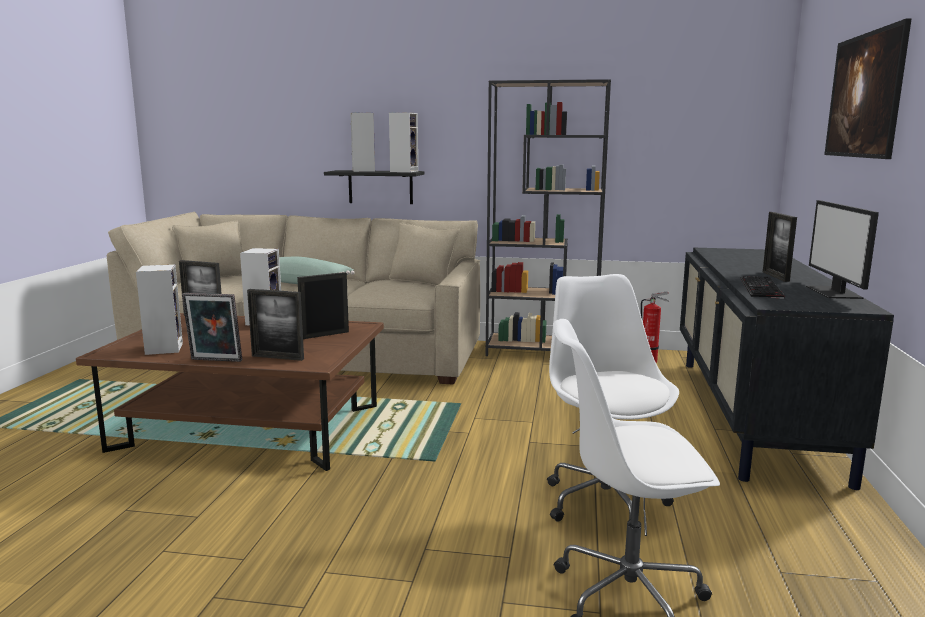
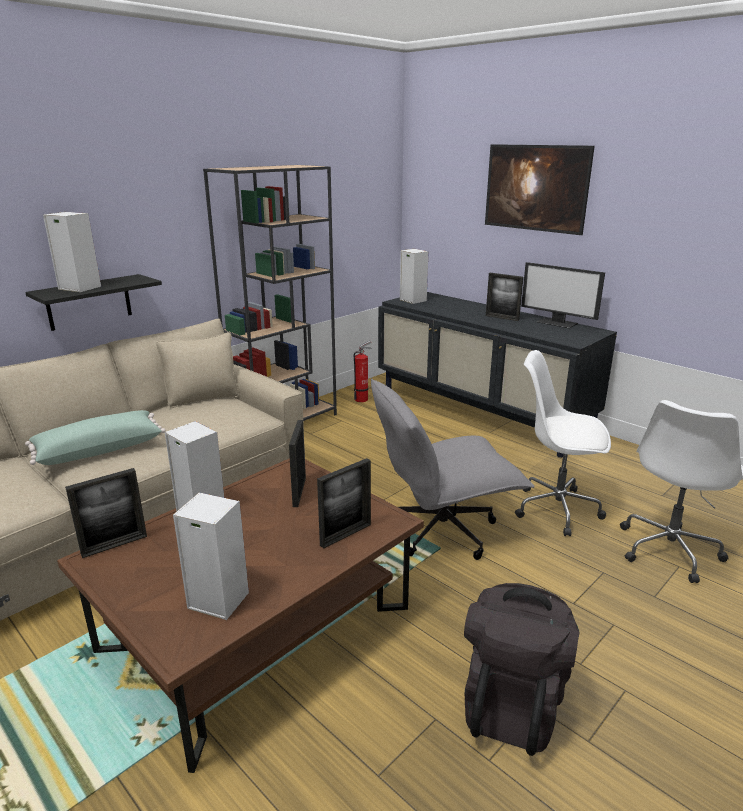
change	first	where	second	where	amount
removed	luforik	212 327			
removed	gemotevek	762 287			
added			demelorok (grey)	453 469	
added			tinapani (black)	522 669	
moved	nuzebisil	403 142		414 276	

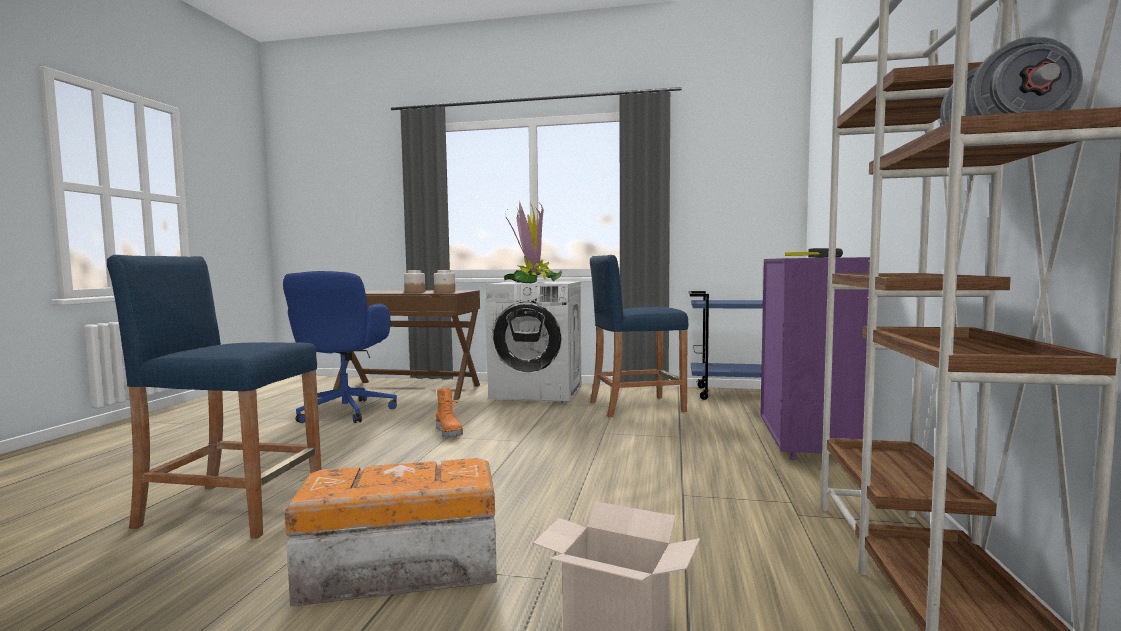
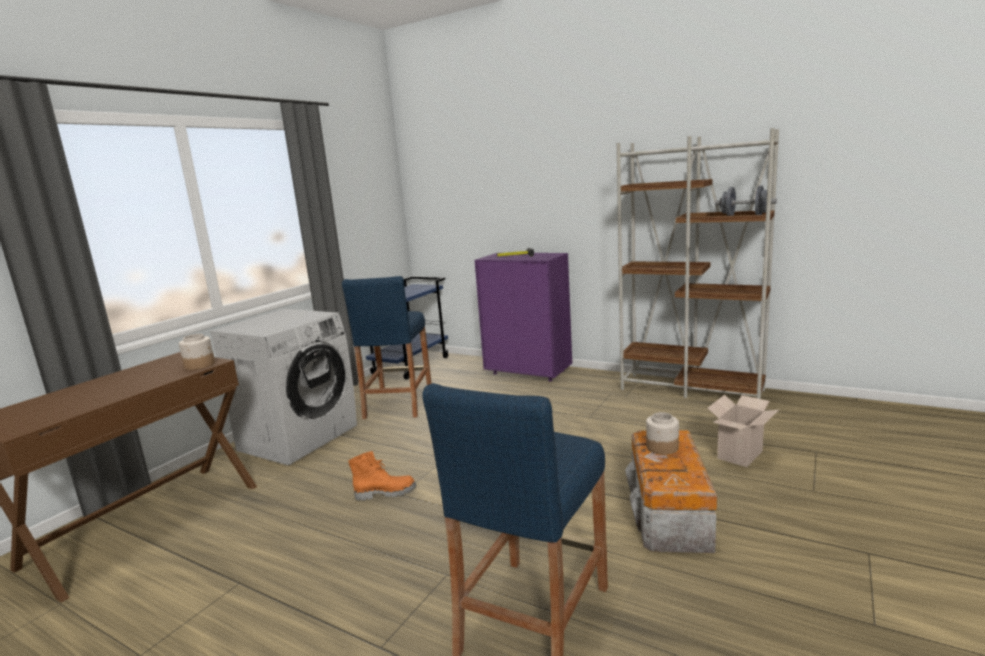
change	first	where	second	where	amount
removed	demelorok (blue)	340 347			
removed	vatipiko	533 242			
moved	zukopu	414 281		662 433	

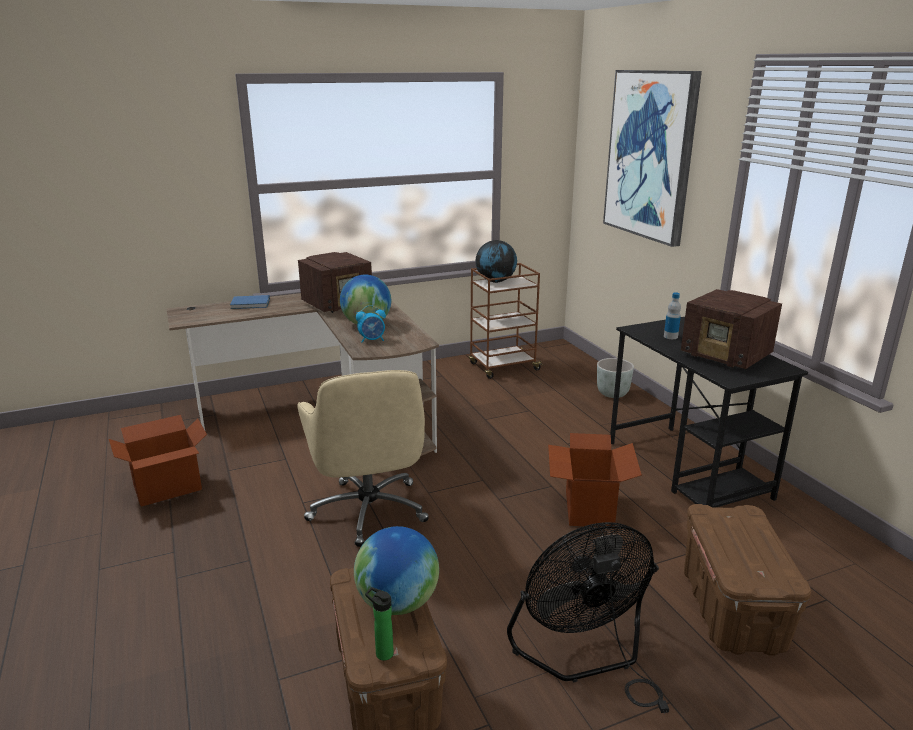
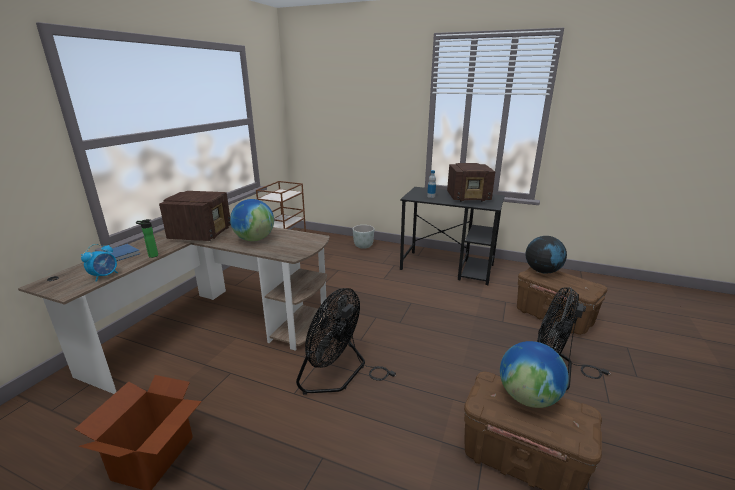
change	first	where	second	where	amount
removed	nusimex	595 480			
removed	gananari	652 158			
moved	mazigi	371 324		99 263	
moved	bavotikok	379 624		147 238	
moved	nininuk	496 261		546 254	
replaced	demelorok (beige)	363 458	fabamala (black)	346 341	

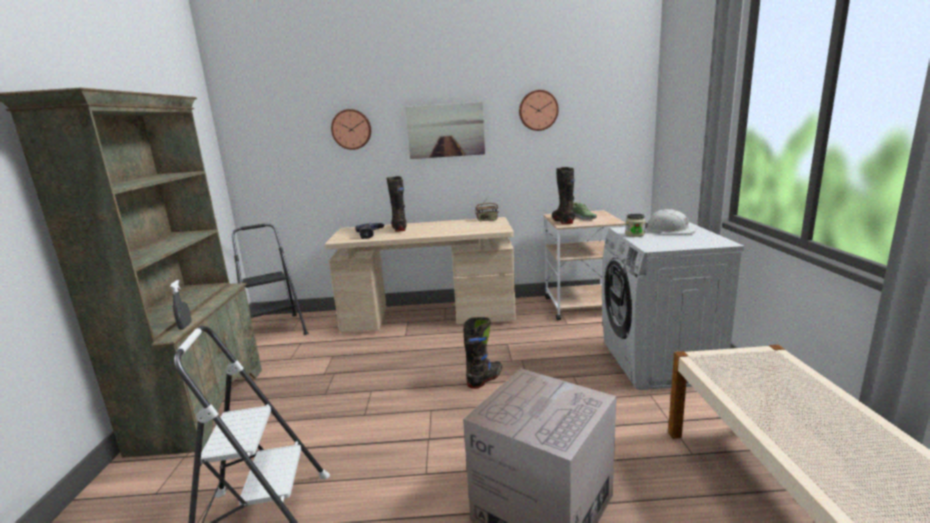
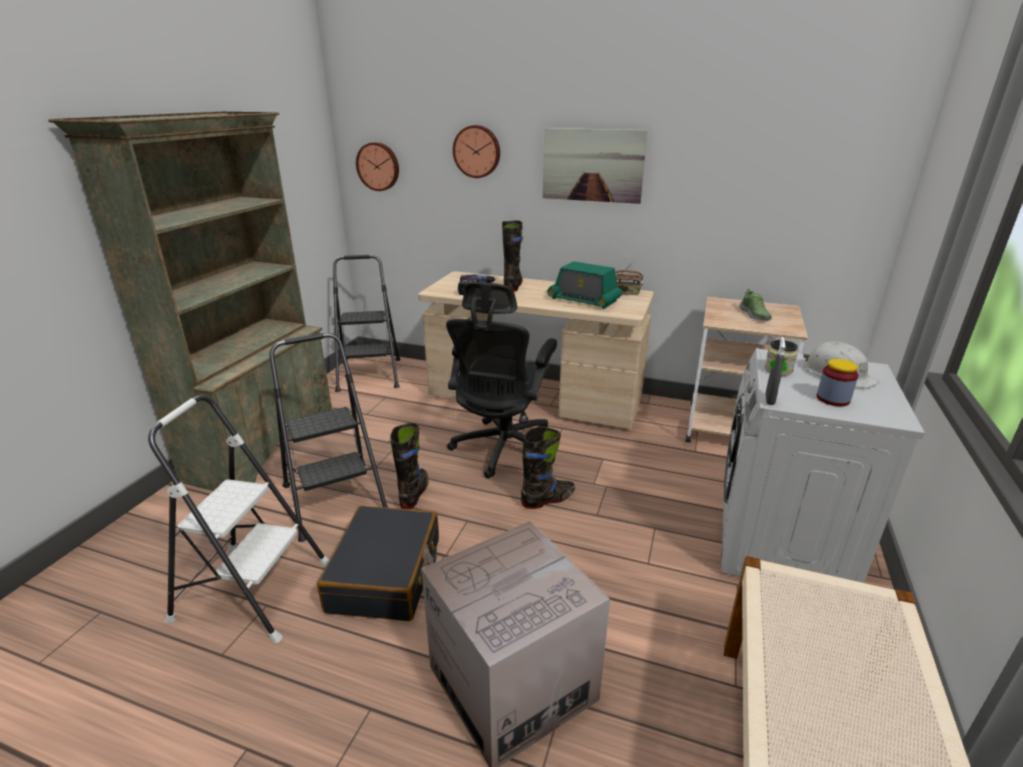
change	first	where	second	where	amount
added			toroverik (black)	328 437	
added			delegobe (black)	378 563	
added			demelorok	501 380	
added			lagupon	584 285	
added			zukopu	837 382	
moved	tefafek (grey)	181 305		775 371	
moved	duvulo	539 110		377 166	
moved	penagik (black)	563 195		409 466	

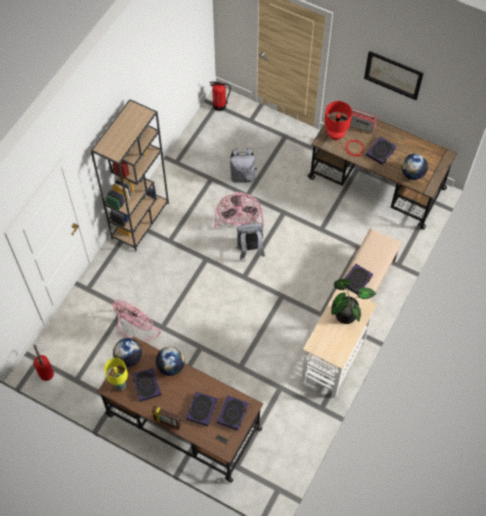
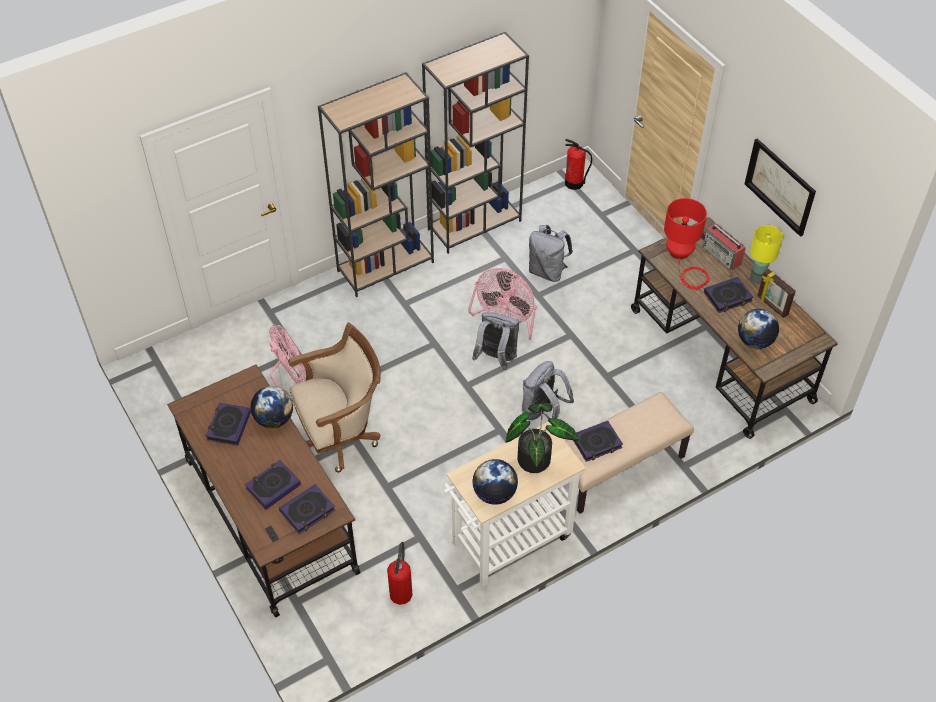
change	first	where	second	where	amount
added			demelorok	334 397	
added			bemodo	475 143	
added			tinapani (grey)	548 390	
moved	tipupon	43 363		400 573	
moved	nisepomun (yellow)	116 374		766 254	
moved	nininuk	127 352		495 482	
moved	luforik	166 418		777 293	

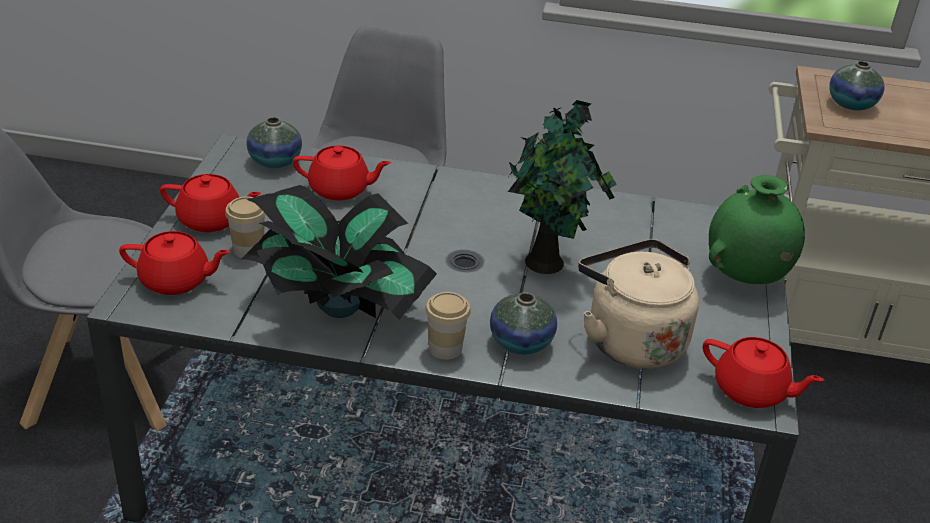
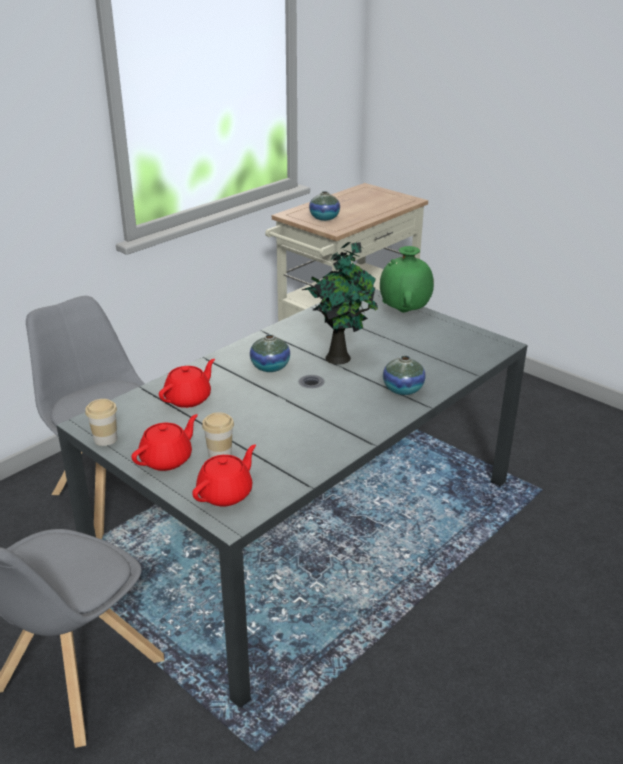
change	first	where	second	where	amount
removed	vatipiko	339 252			
removed	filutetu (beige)	638 304			
removed	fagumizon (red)	763 372			
moved	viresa	274 142		270 353	
moved	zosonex	448 326		101 422	

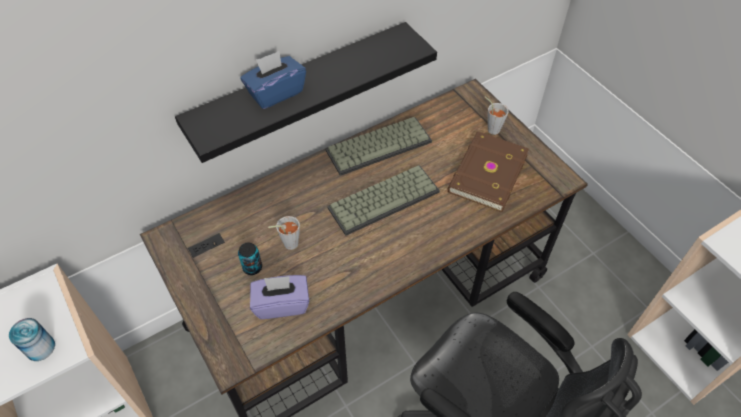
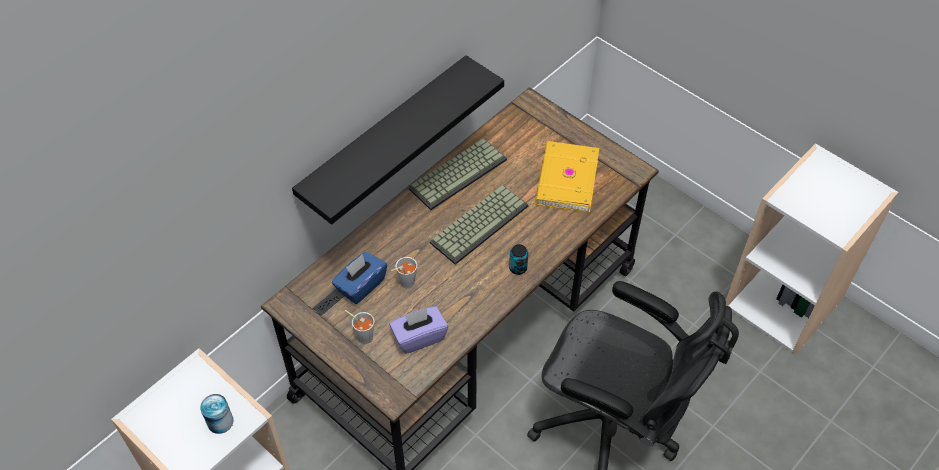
change	first	where	second	where	amount
moved	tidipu	250 258		518 259	
moved	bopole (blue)	273 80		359 278	
moved	zosonex (grey)	496 116		360 327	
recoloured	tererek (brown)	488 172	tererek (yellow)	567 177	

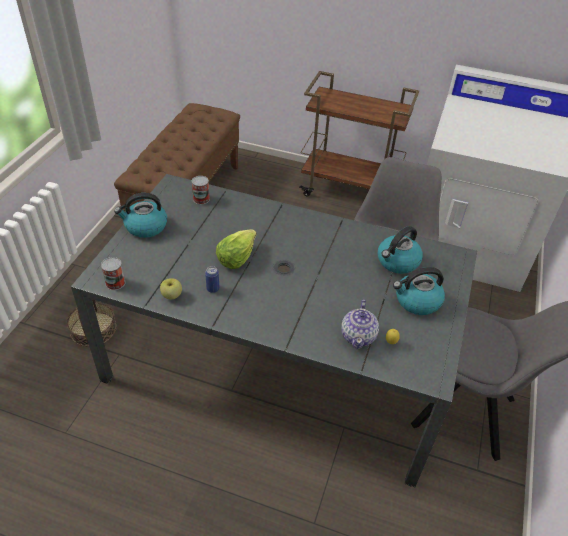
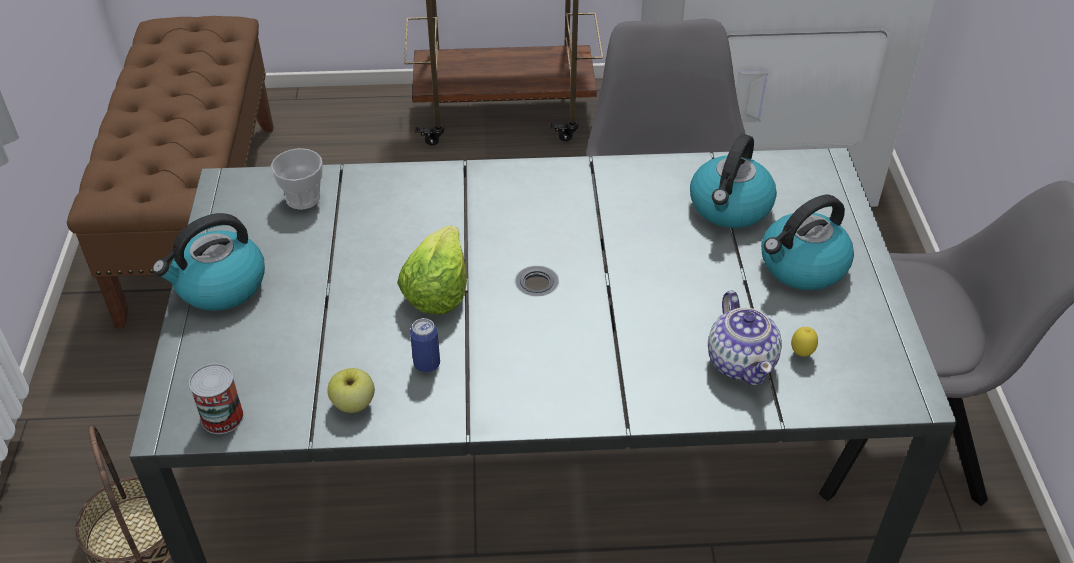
change	first	where	second	where	amount
replaced	tidipu	201 190	zosonex	297 179	

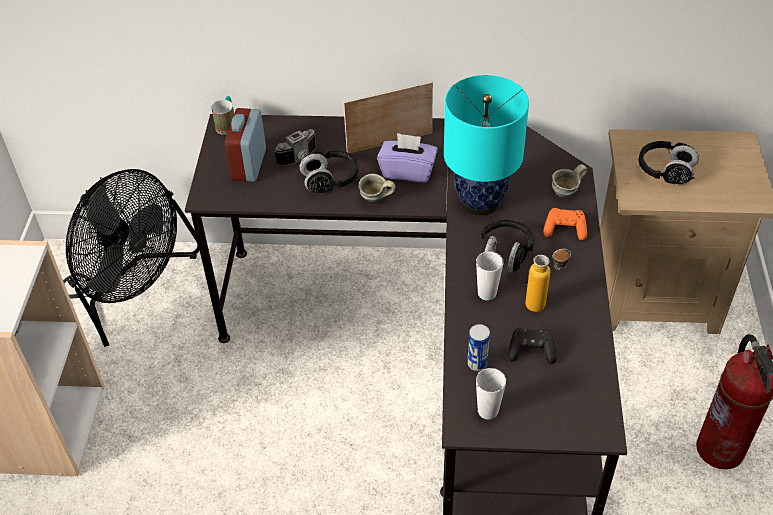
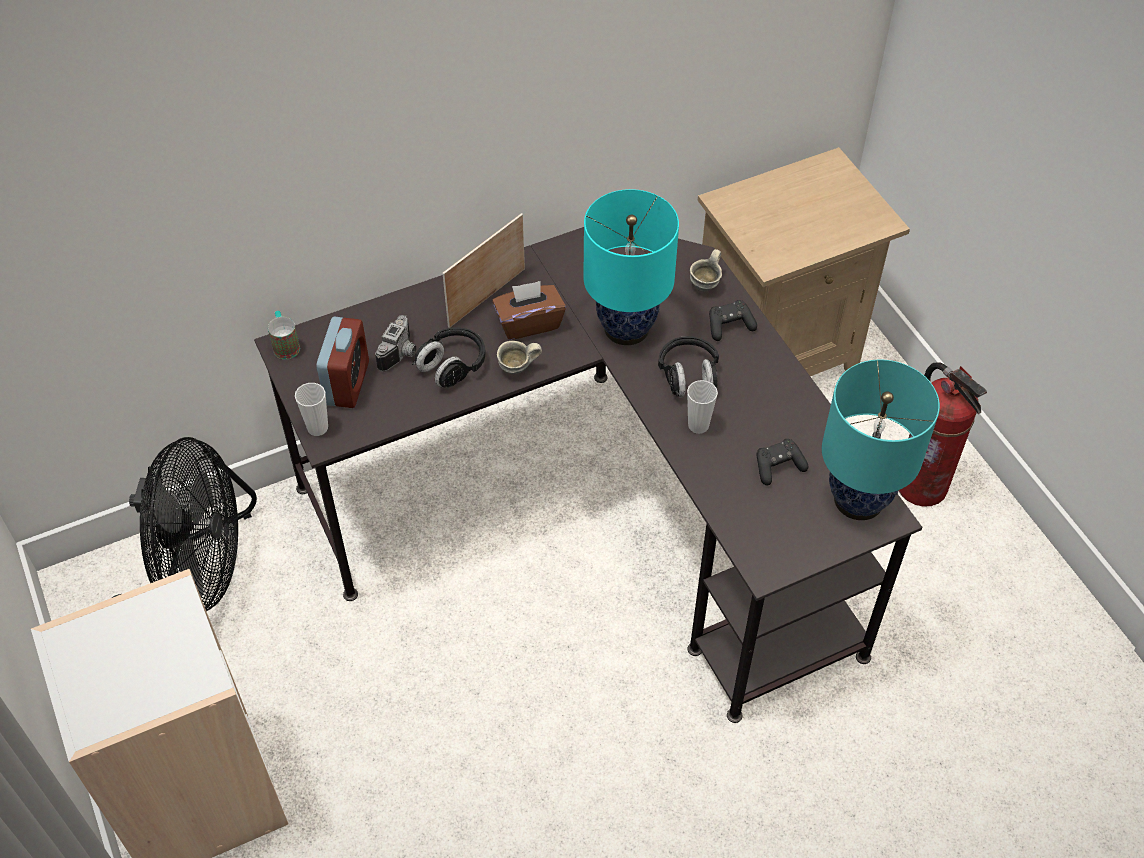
change	first	where	second	where	amount
removed	tidipu	478 347			
removed	bavotikok	548 280			
removed	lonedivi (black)	668 162			
added			nisepomun (turquoise)	881 440	
moved	zosonex	491 394		311 409	
recoloured	bopole (purple)	407 157	bopole (brown)	529 310	
recoloured	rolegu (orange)	565 224	rolegu (black)	733 320	
turned	mazigi	245 145		342 362	150 degrees counterclockwise

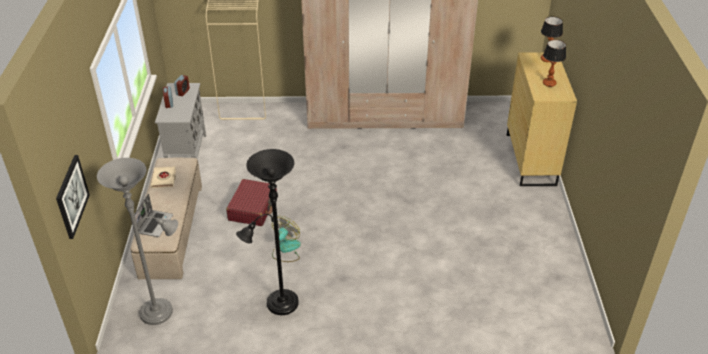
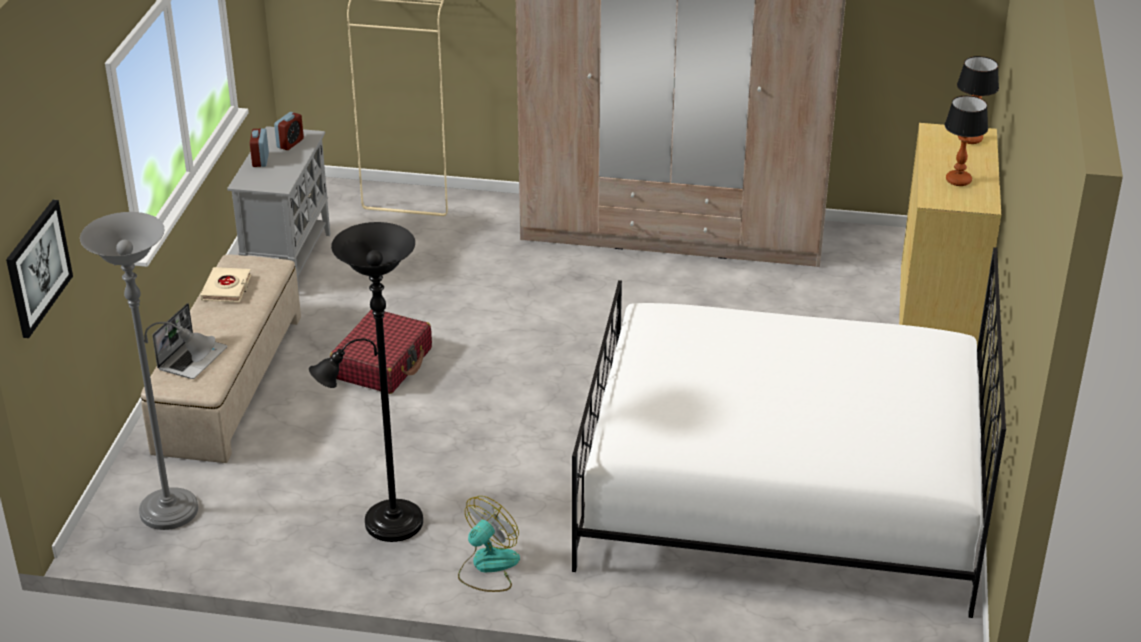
change	first	where	second	where	amount
added			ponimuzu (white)	789 432	
moved	fabamala	286 239		489 544	

